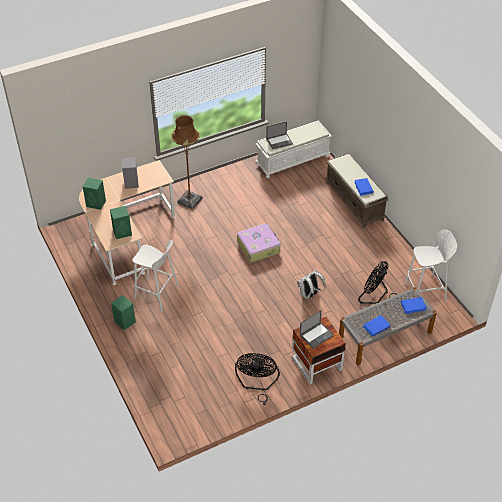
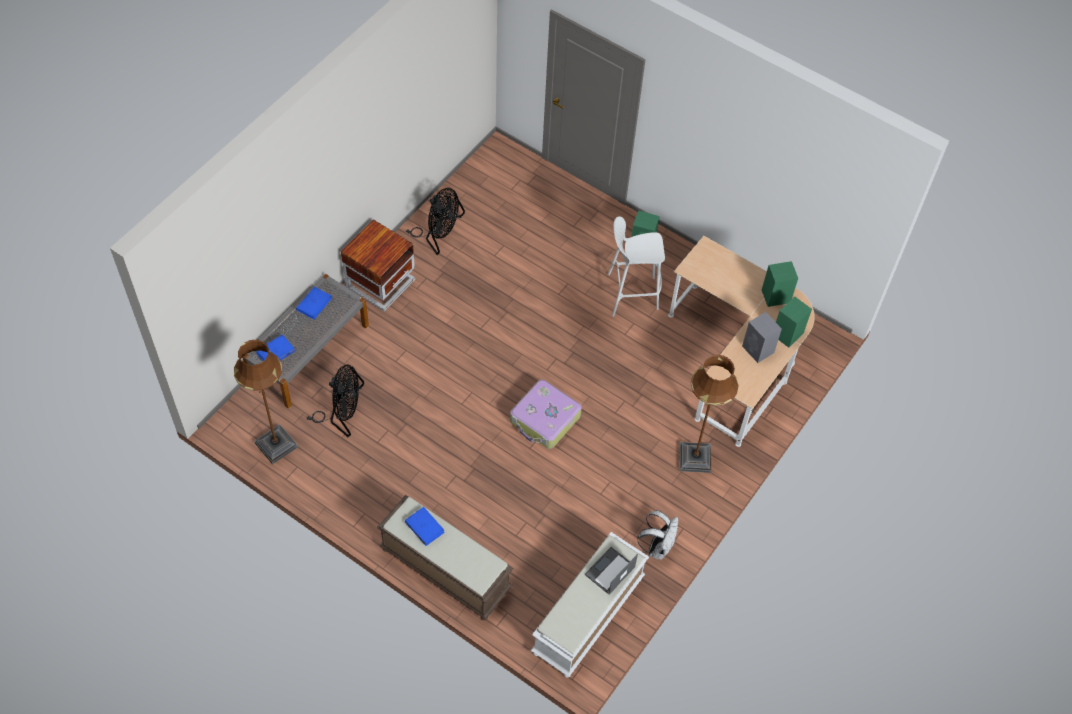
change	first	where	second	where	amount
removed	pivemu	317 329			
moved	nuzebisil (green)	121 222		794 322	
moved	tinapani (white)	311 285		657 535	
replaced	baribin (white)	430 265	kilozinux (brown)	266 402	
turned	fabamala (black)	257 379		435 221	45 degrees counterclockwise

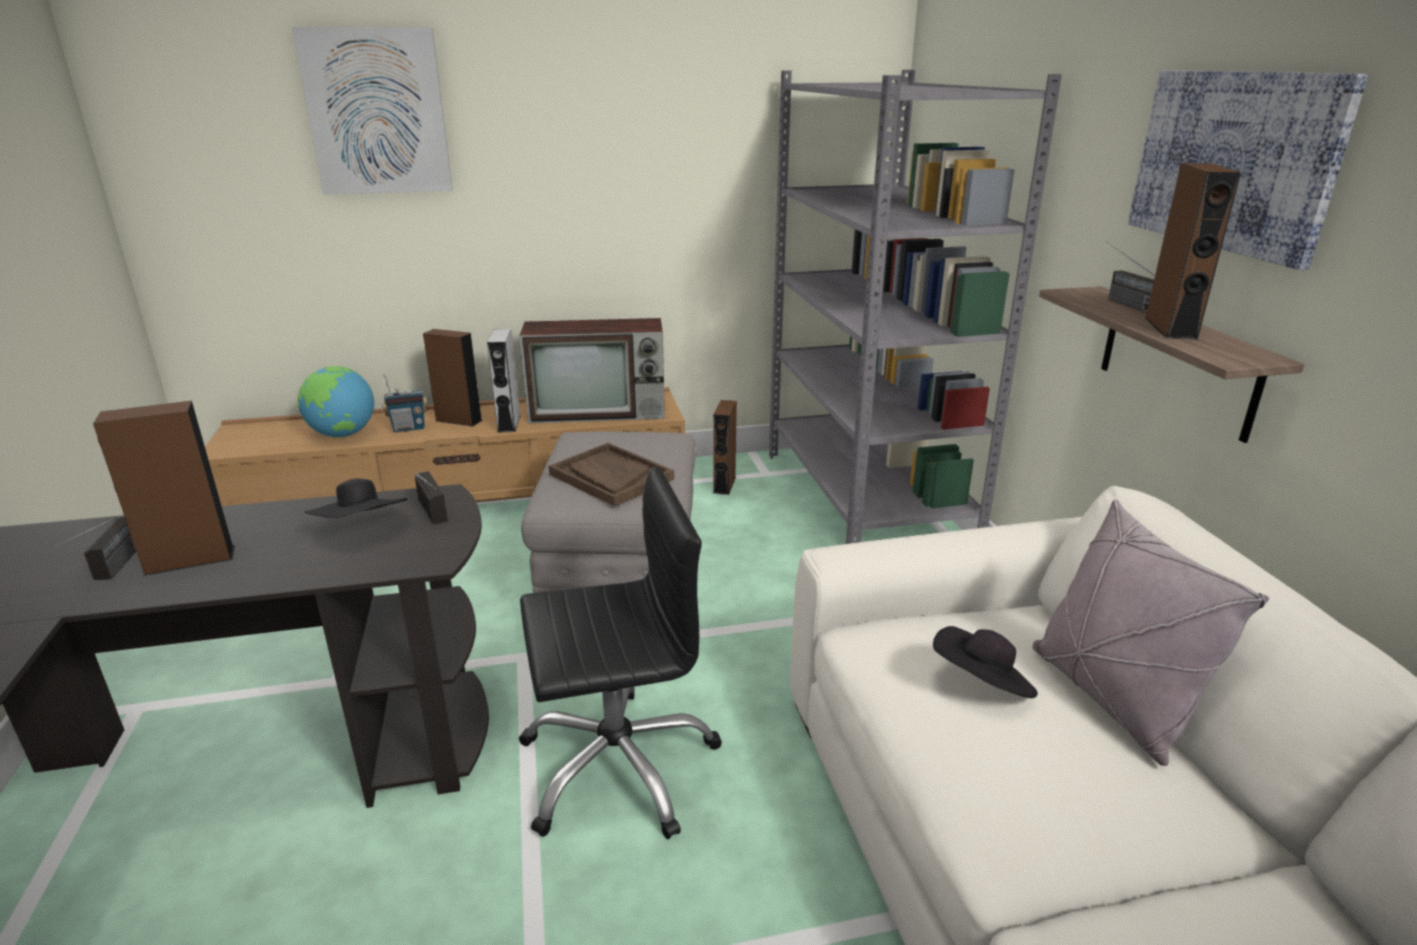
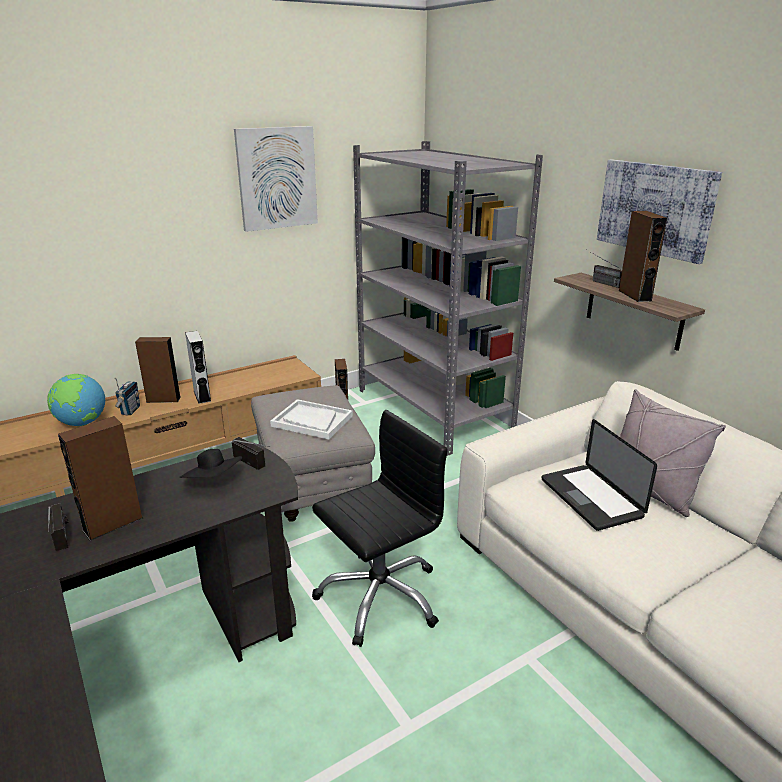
change	first	where	second	where	amount
removed	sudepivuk	592 371			
moved	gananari	372 111		276 179	
replaced	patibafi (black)	985 662	pivemu	599 475	
recoloured	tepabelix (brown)	611 475	tepabelix (white)	311 419	
turned	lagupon	405 403		127 396	45 degrees counterclockwise

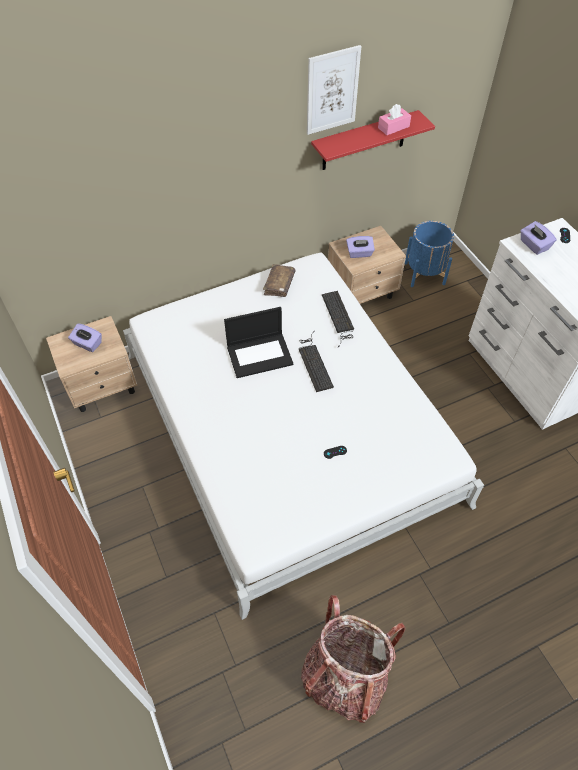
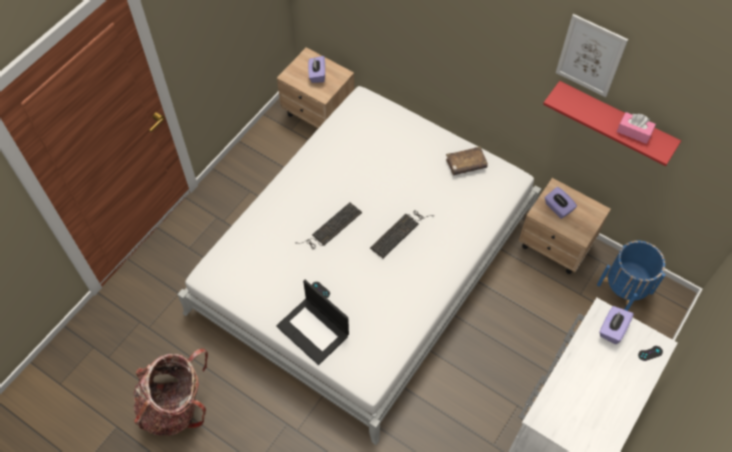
change	first	where	second	where	amount
moved	pivemu	258 342		312 322	
moved	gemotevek	338 319		328 226	

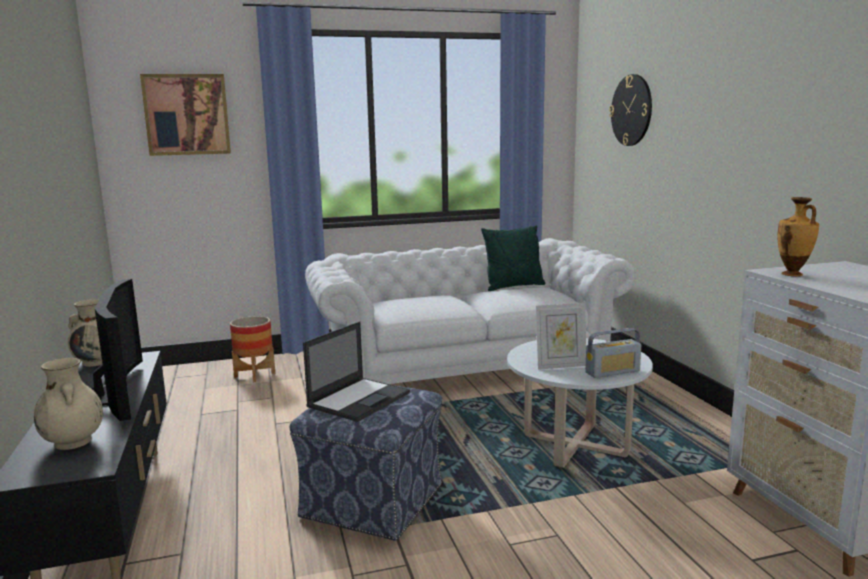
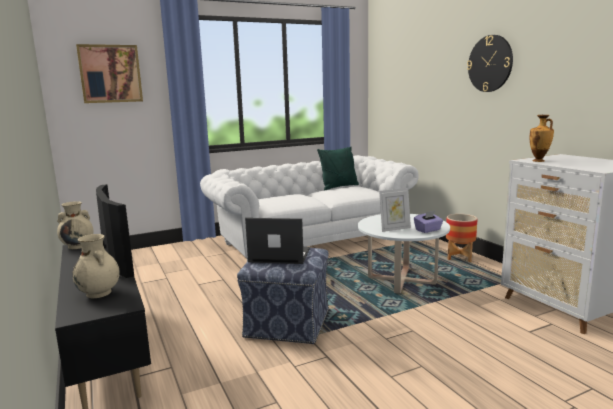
change	first	where	second	where	amount
moved	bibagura	252 349		461 238	
moved	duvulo	630 110		490 63	
replaced	lagupon	613 353	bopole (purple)	428 222	
turned	pivemu	356 371		277 241	105 degrees counterclockwise

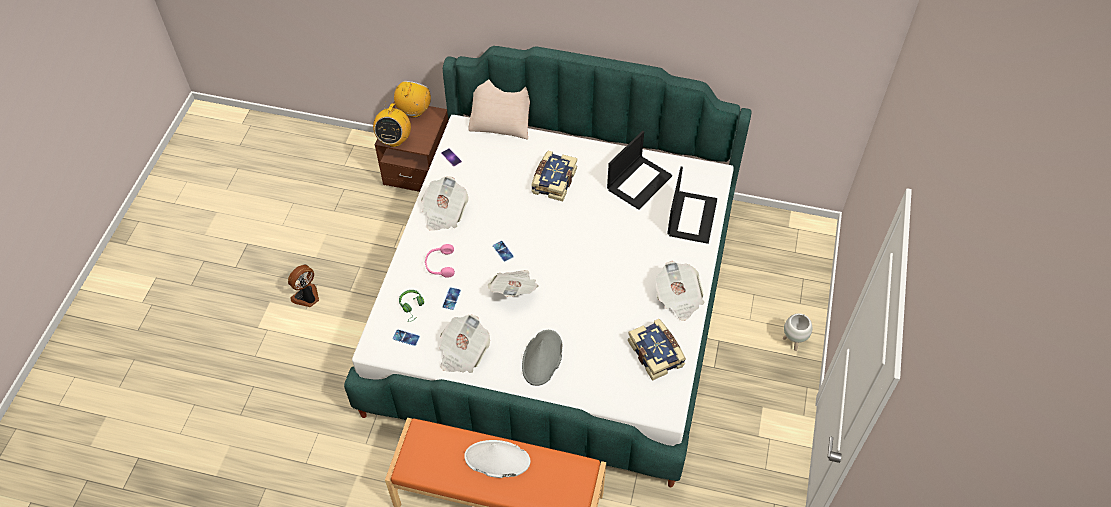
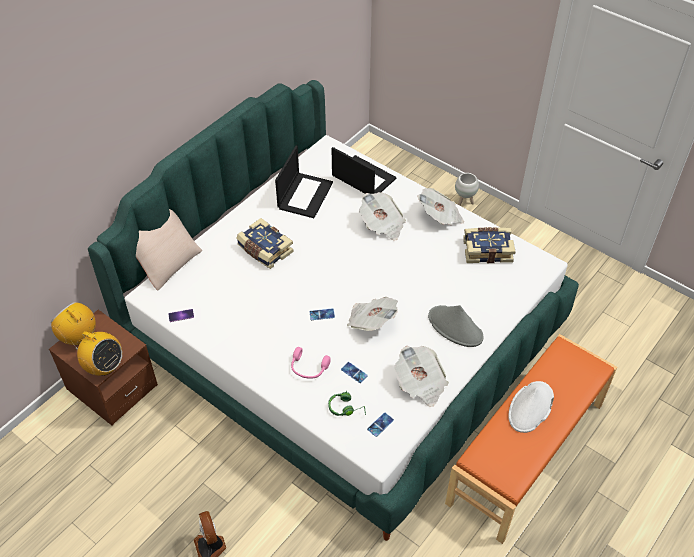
change	first	where	second	where	amount
moved	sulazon	444 203		382 216	
turned	pivemu	639 170		304 182	45 degrees clockwise

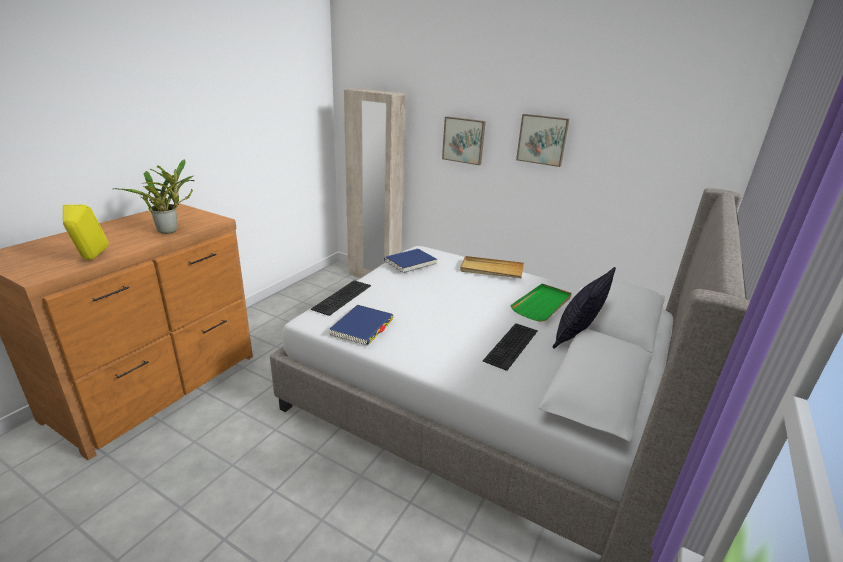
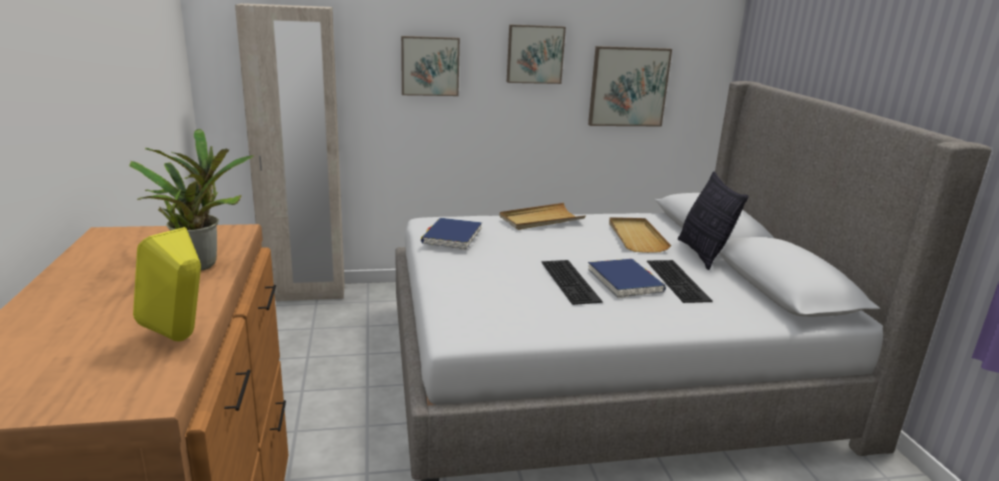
change	first	where	second	where	amount
added			gananari	630 86	
moved	gemotevek	341 298		572 282	
moved	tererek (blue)	361 325		627 278	
recoloured	tepabelix (green)	541 302	tepabelix (beige)	640 235	

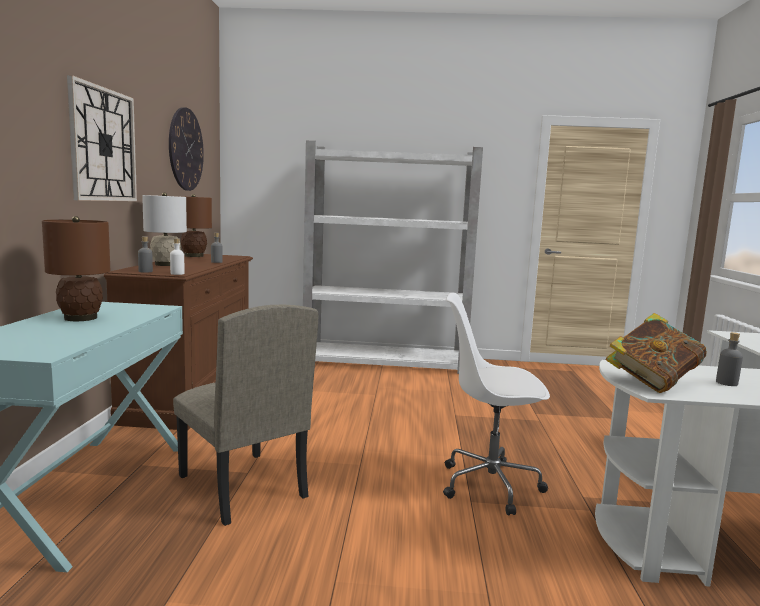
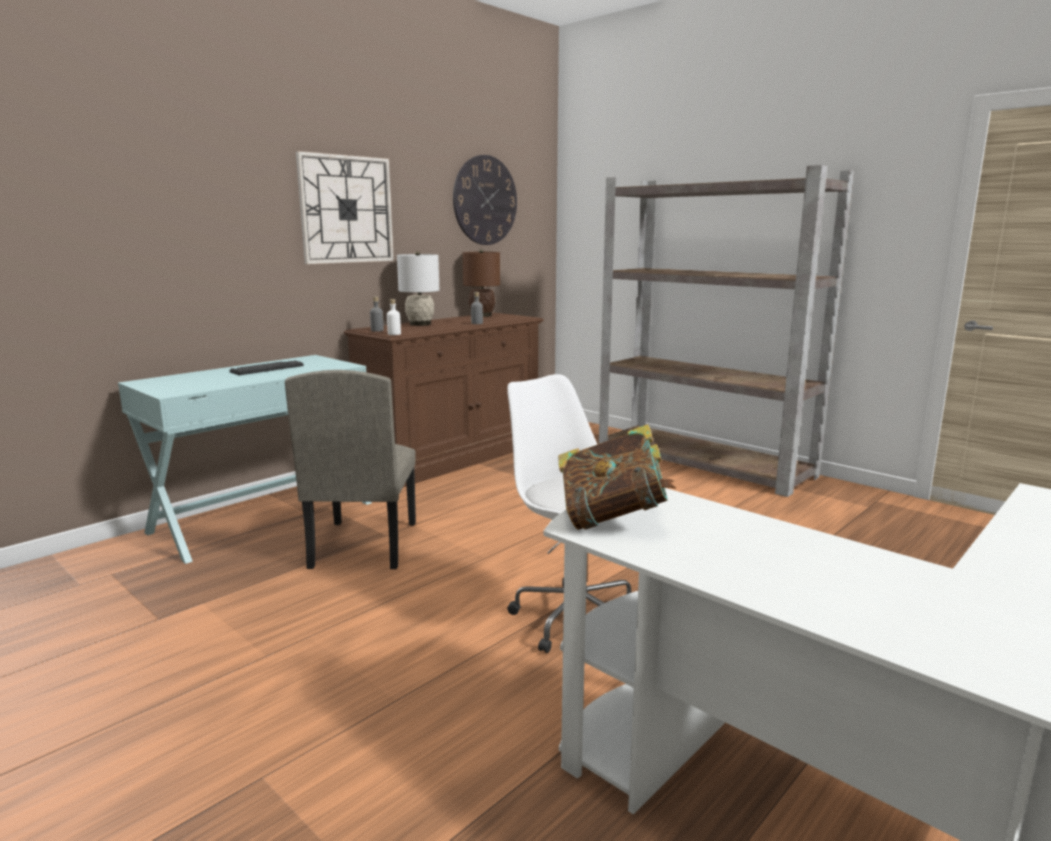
change	first	where	second	where	amount
removed	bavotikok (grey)	729 359			
replaced	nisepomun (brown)	76 268	gemotevek	266 367	
recoloured	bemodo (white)	393 257	bemodo (brown)	726 331	

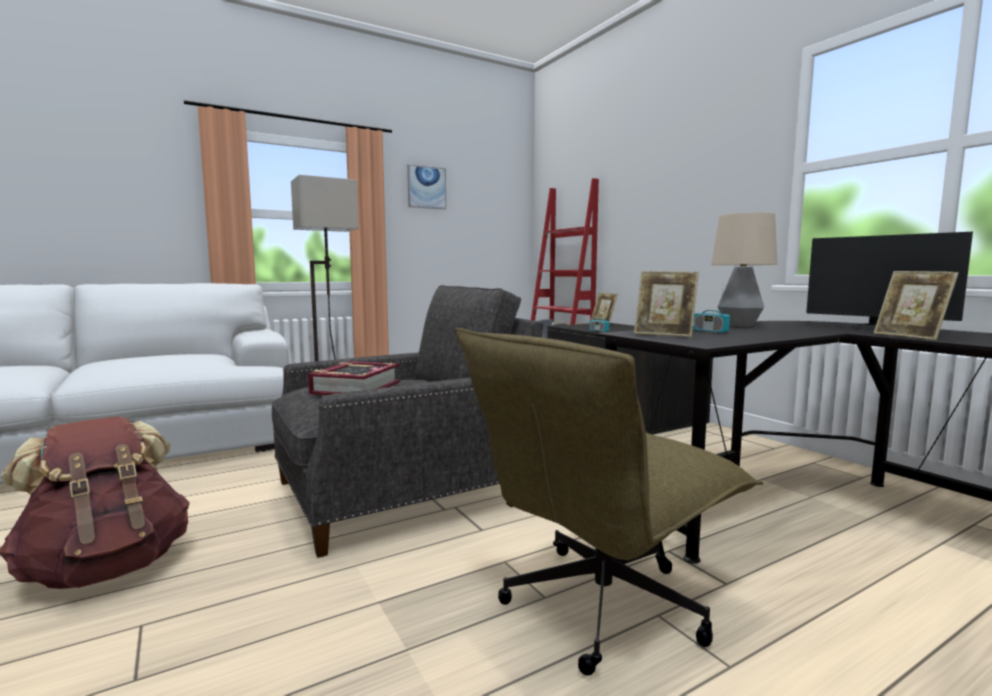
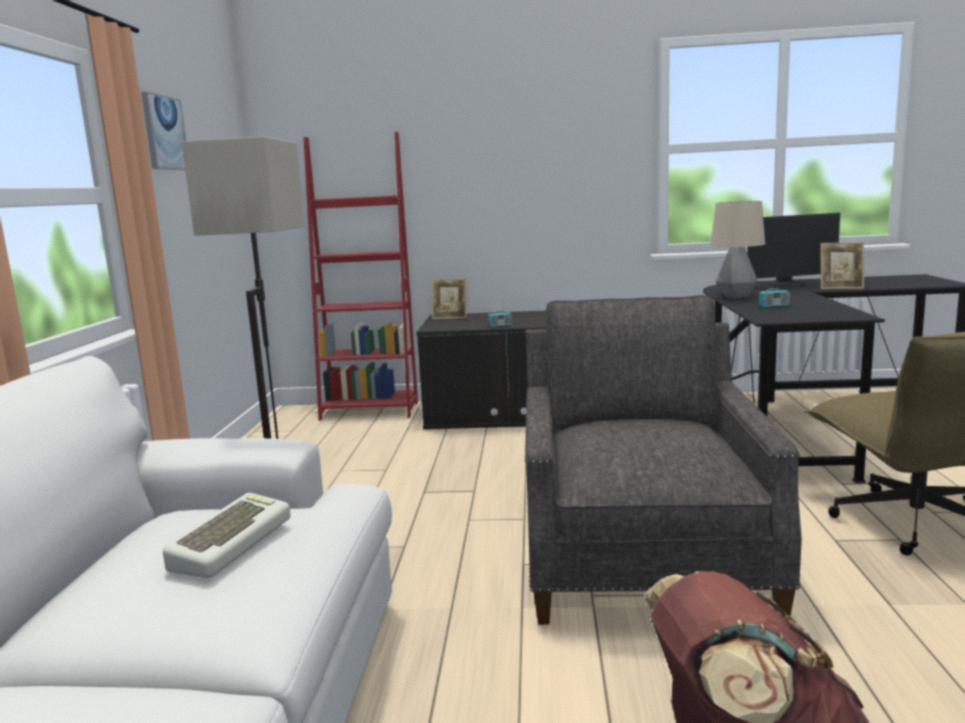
change	first	where	second	where	amount
removed	tererek	354 378			
removed	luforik	666 304			
added			gemotevek	227 535	

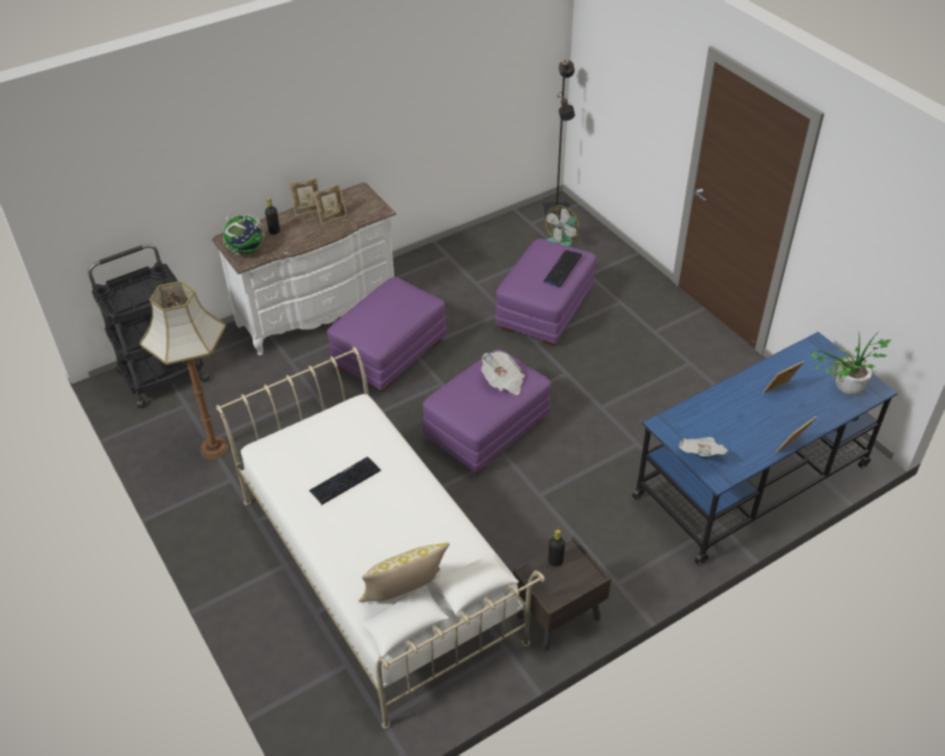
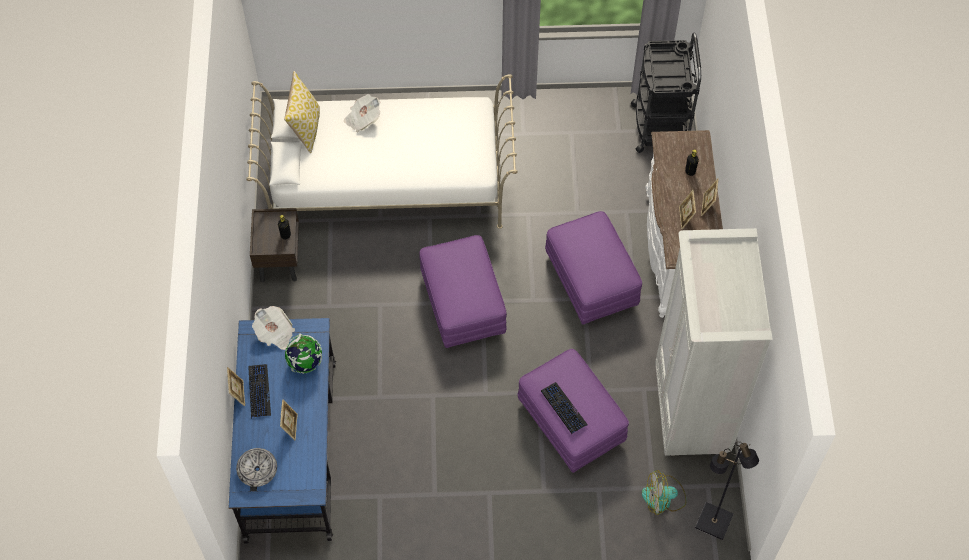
change	first	where	second	where	amount
removed	kilozinux	184 370			
added			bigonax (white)	714 342	
moved	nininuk	244 234		303 353	
moved	gemotevek	345 481		259 391	
moved	sulazon	503 373		362 113	
replaced	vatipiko	850 362	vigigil	256 467	
turned	fabamala	562 226		664 492	75 degrees counterclockwise

